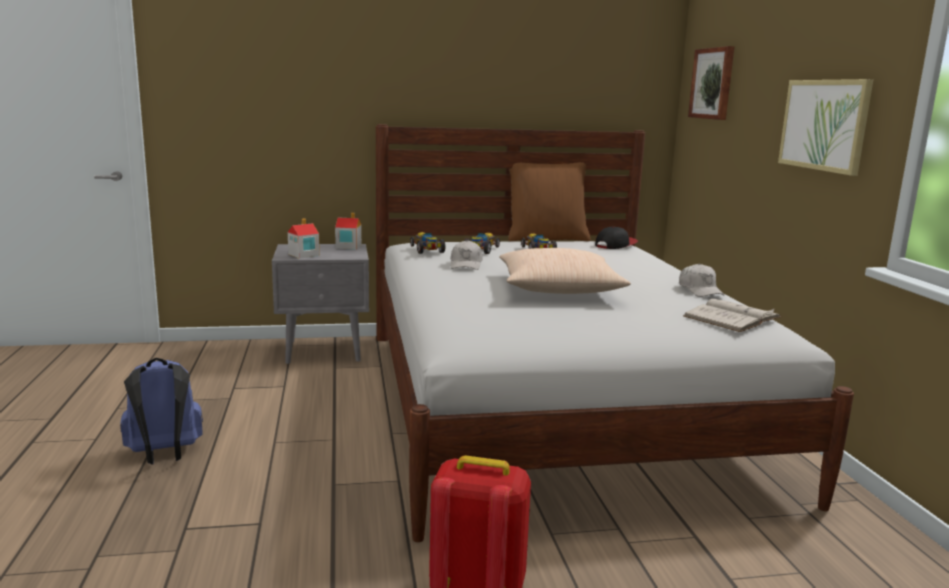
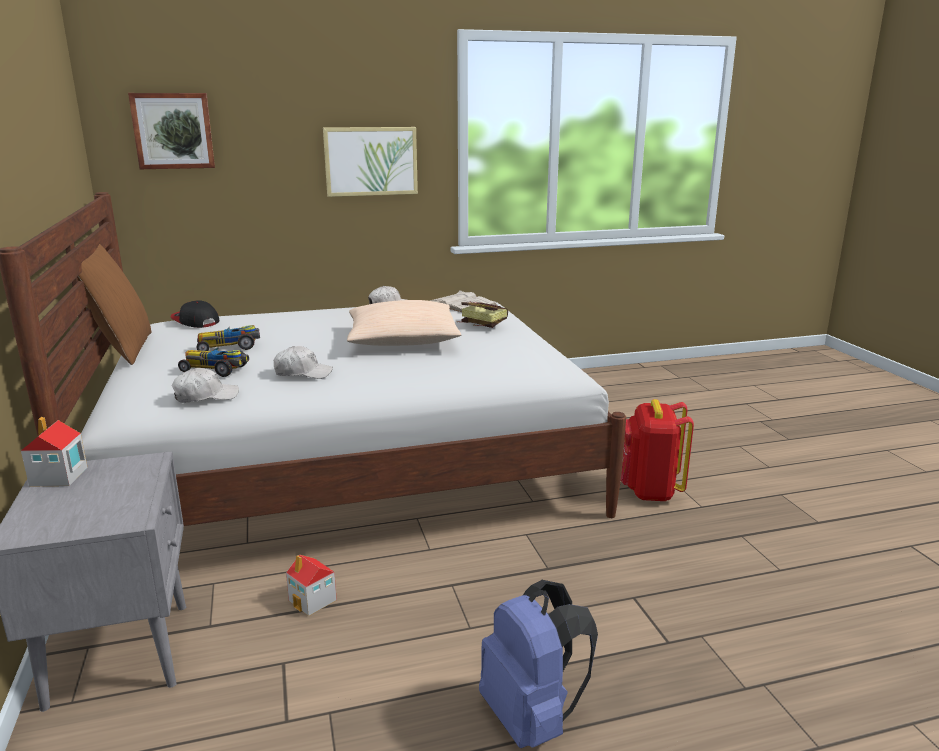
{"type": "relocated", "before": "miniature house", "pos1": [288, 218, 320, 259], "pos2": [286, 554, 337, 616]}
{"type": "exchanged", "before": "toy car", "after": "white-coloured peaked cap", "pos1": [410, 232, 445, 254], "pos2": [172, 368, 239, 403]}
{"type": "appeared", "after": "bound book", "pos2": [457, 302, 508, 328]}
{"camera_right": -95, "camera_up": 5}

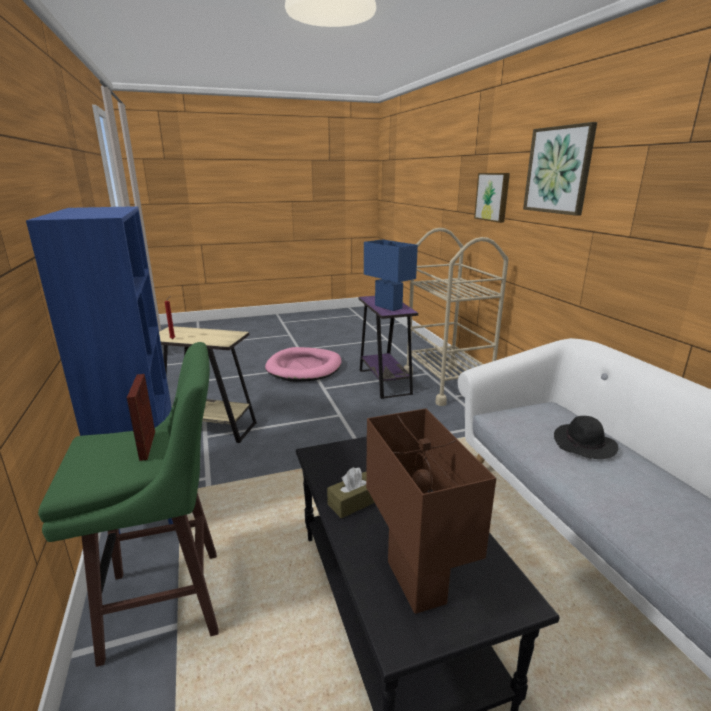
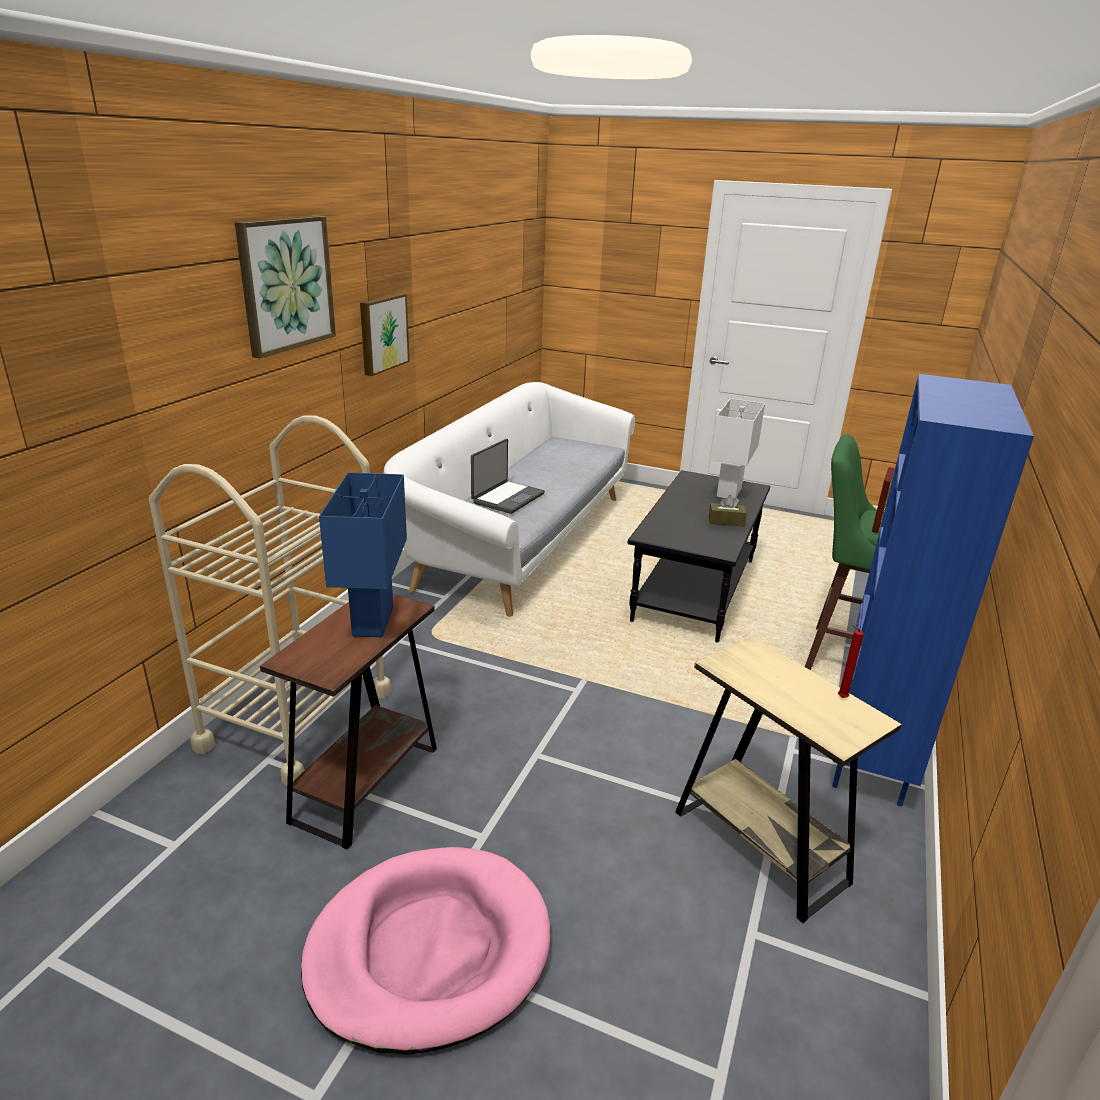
{"type": "relocated", "before": "picture", "pos1": [474, 173, 510, 223], "pos2": [360, 293, 410, 376]}
{"type": "colour", "before": "purple-coloured accent table", "after": "brown accent table", "pos1": [359, 296, 418, 399], "pos2": [260, 594, 437, 850]}
{"type": "colour", "before": "brown tabletop lamp", "after": "white-coloured tabletop lamp", "pos1": [366, 408, 496, 614], "pos2": [711, 398, 765, 499]}
{"type": "exchanged", "before": "black-coloured wearable hat", "after": "laptop", "pos1": [554, 416, 618, 459], "pos2": [471, 439, 545, 514]}
{"camera_right": -140, "camera_up": 5}

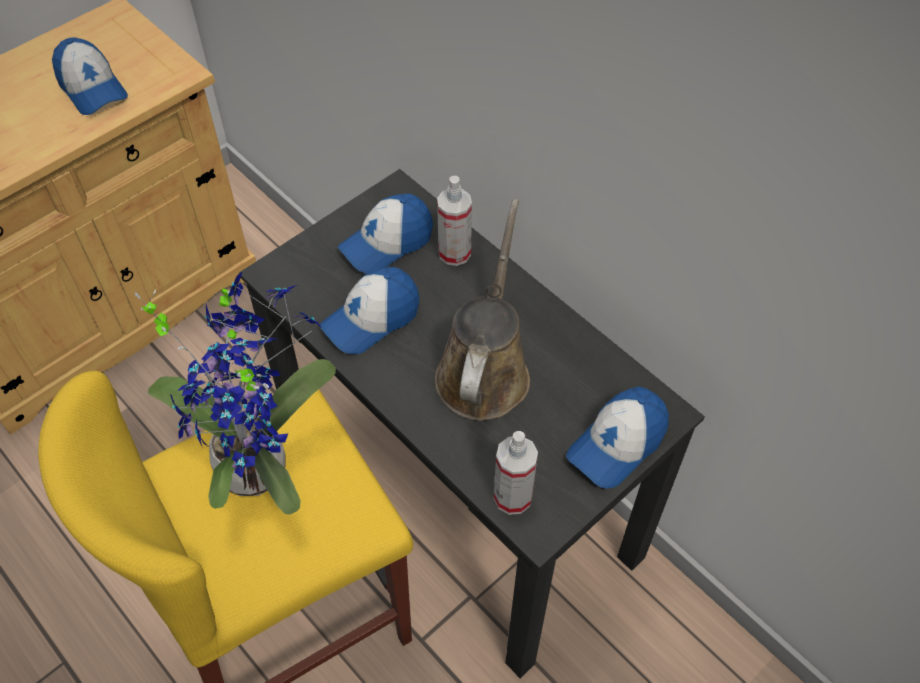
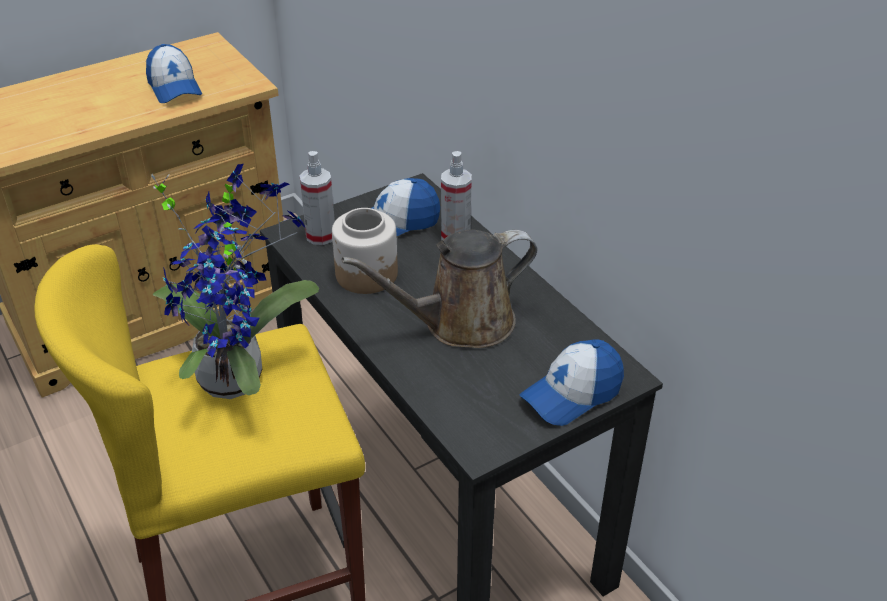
{"type": "spun", "before": "brown watering pot", "pos1": [435, 199, 530, 420], "pos2": [342, 229, 537, 348], "turn": -135}
{"type": "exchanged", "before": "peaked cap", "after": "preserve jar", "pos1": [320, 267, 419, 354], "pos2": [332, 208, 398, 294]}
{"type": "relocated", "before": "hand sprayer", "pos1": [494, 431, 538, 515], "pos2": [300, 151, 335, 245]}
{"camera_right": 10, "camera_up": -15}

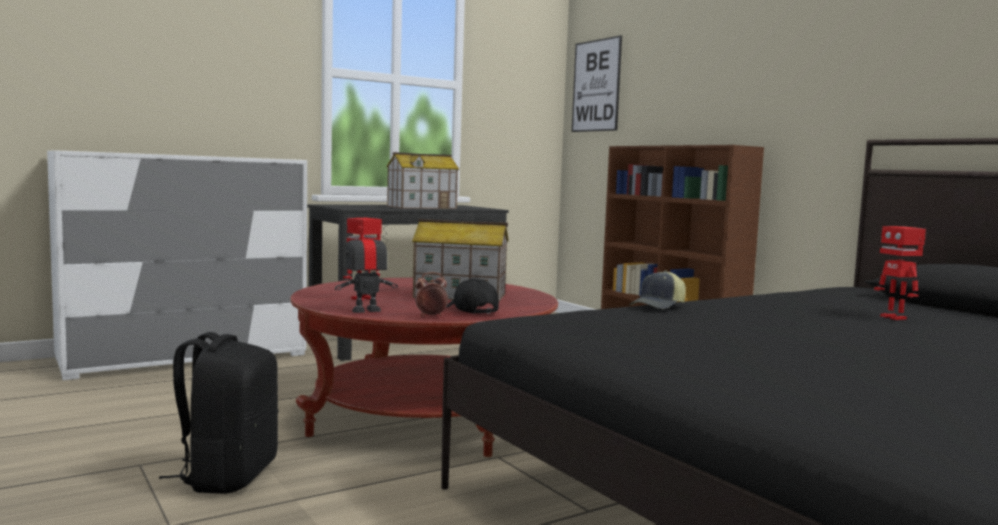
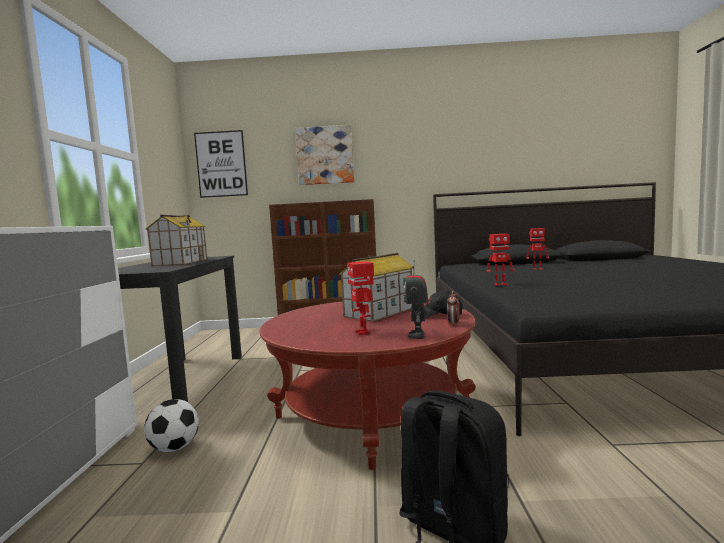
{"type": "exchanged", "before": "peaked cap", "after": "model robot", "pos1": [629, 270, 686, 309], "pos2": [487, 234, 514, 286]}
{"type": "appeared", "after": "picture", "pos2": [295, 125, 354, 185]}
{"type": "appeared", "after": "football", "pos2": [144, 399, 199, 452]}
{"camera_right": -55, "camera_up": 0}

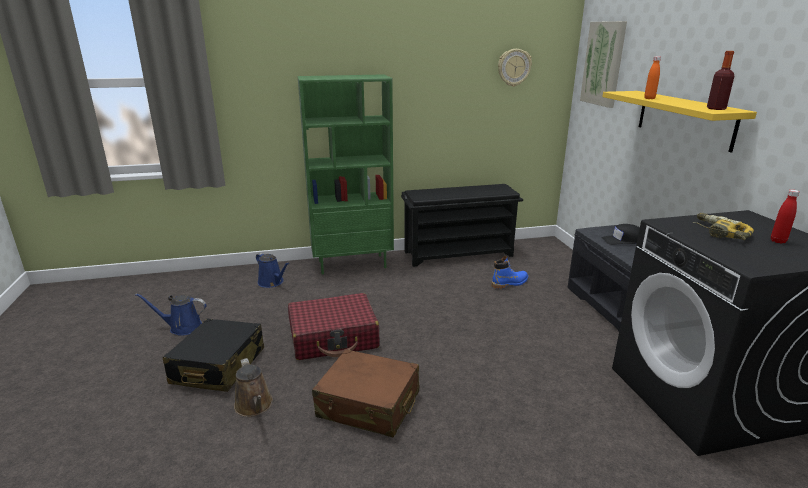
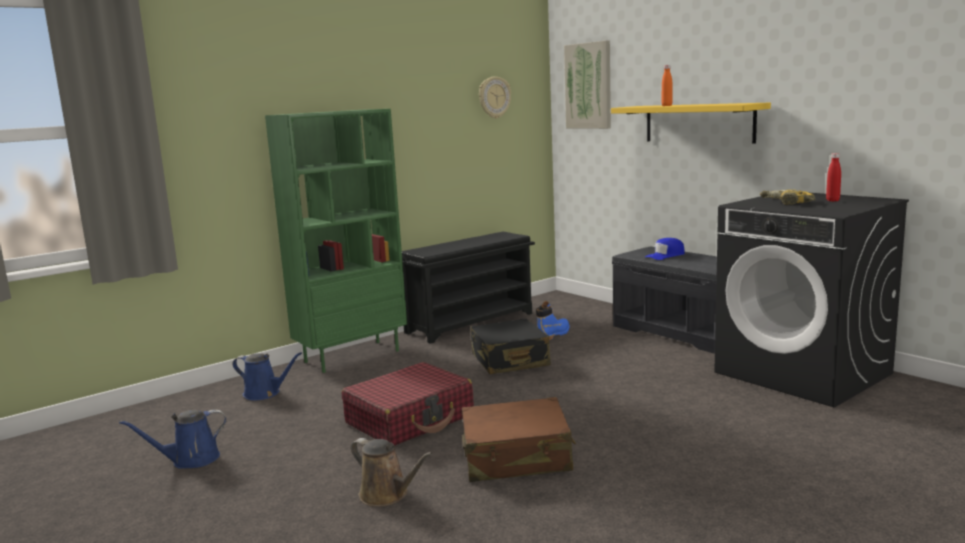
{"type": "missing", "before": "beverage bottle", "pos1": [707, 51, 734, 110]}
{"type": "colour", "before": "black-coloured peaked cap", "after": "blue peaked cap", "pos1": [602, 224, 640, 245], "pos2": [645, 238, 685, 260]}
{"type": "relocated", "before": "black-coloured travel case", "pos1": [162, 319, 264, 392], "pos2": [470, 318, 551, 374]}
{"camera_right": -25, "camera_up": -10}

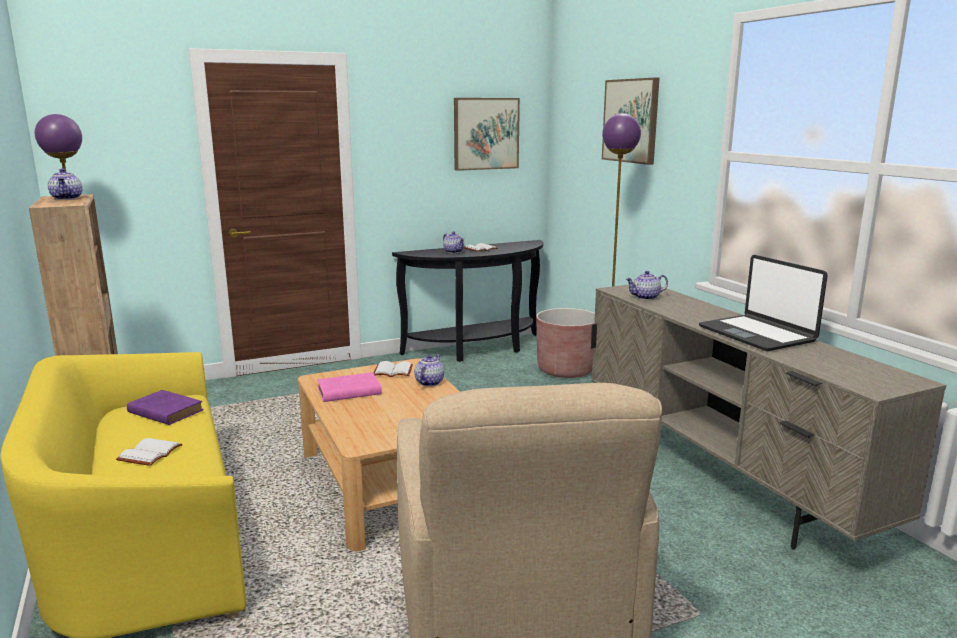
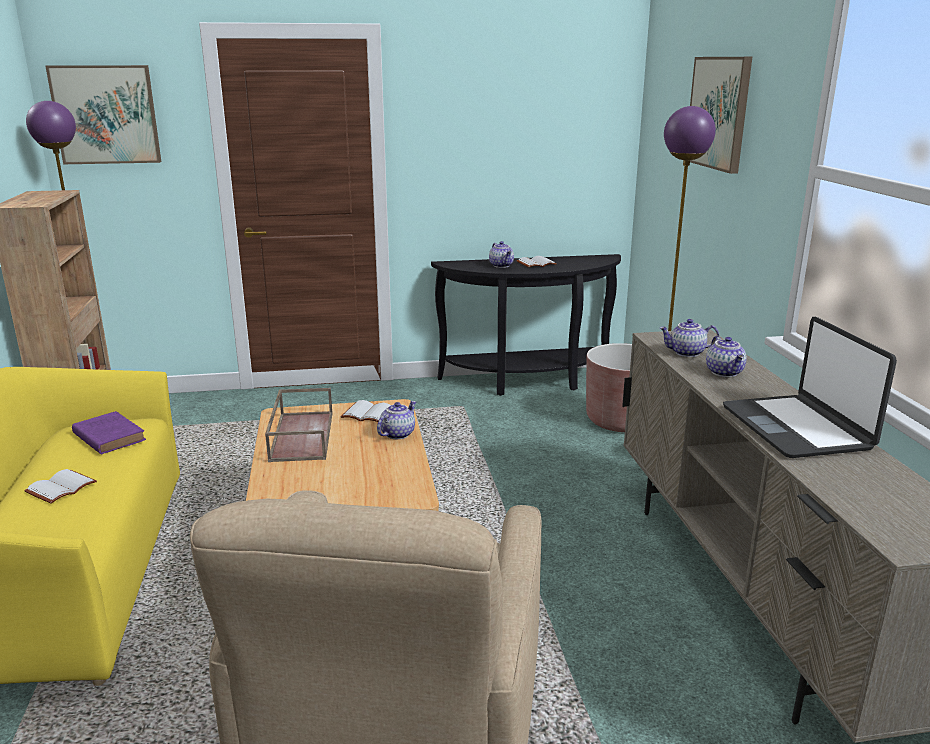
{"type": "relocated", "before": "picture", "pos1": [454, 98, 520, 171], "pos2": [45, 65, 161, 164]}
{"type": "relocated", "before": "tea pot", "pos1": [48, 169, 82, 200], "pos2": [706, 336, 747, 377]}
{"type": "exchanged", "before": "pinkish bound book", "after": "brown carrying tray", "pos1": [317, 372, 382, 402], "pos2": [265, 388, 333, 462]}
{"camera_right": 15, "camera_up": 5}

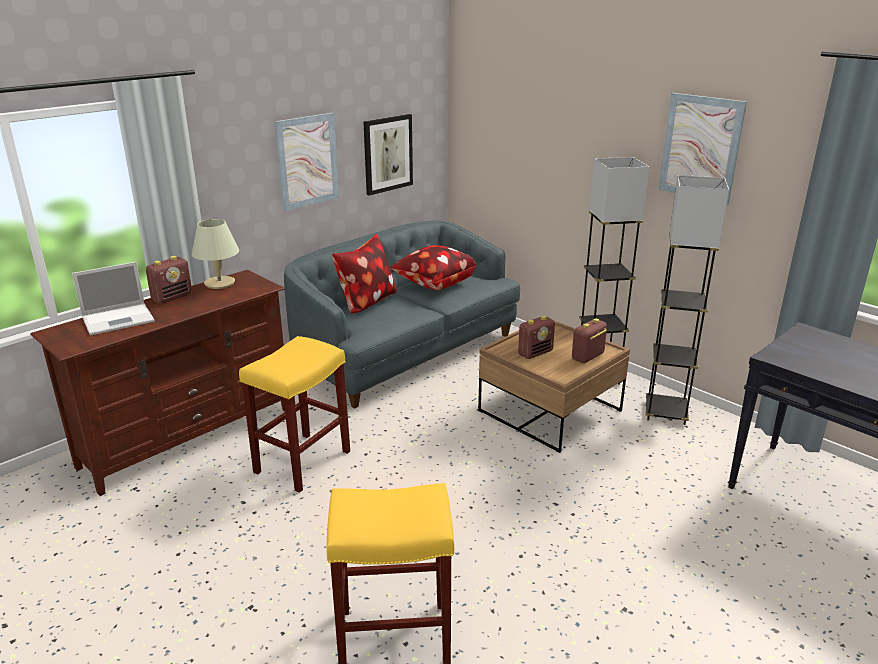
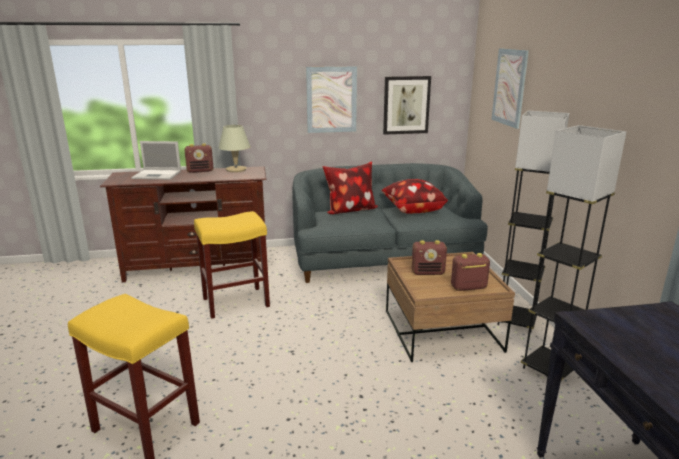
{"type": "relocated", "before": "picture", "pos1": [658, 93, 747, 205], "pos2": [491, 48, 529, 129]}
{"camera_right": 35, "camera_up": -5}

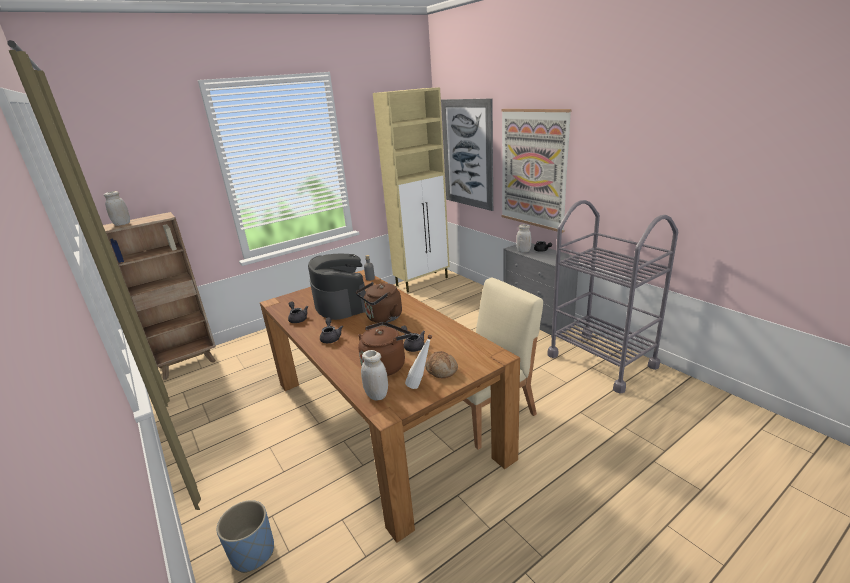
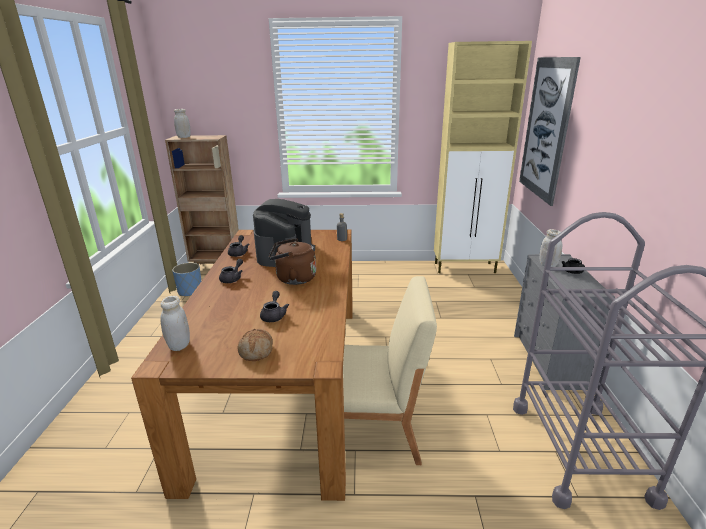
{"type": "missing", "before": "picture", "pos1": [501, 109, 572, 233]}
{"type": "missing", "before": "brown kettle", "pos1": [358, 322, 411, 376]}
{"type": "missing", "before": "white-coloured beverage bottle", "pos1": [405, 335, 432, 389]}
{"type": "relocated", "before": "blue plant pot", "pos1": [217, 500, 274, 573], "pos2": [172, 263, 201, 296]}
{"camera_right": 35, "camera_up": 0}

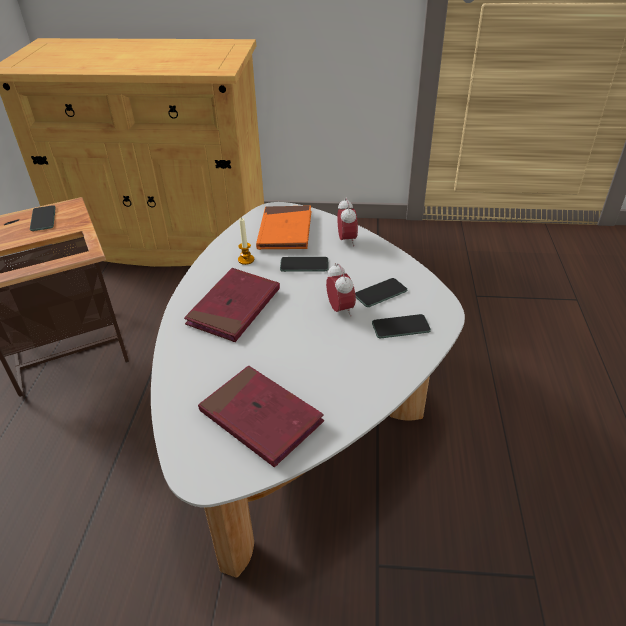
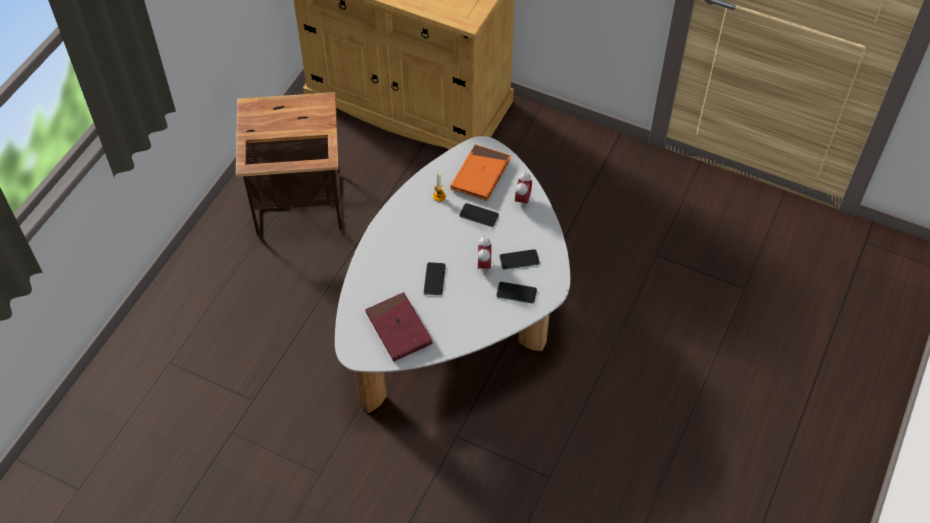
{"type": "relocated", "before": "telephone", "pos1": [30, 205, 56, 231], "pos2": [424, 262, 446, 295]}
{"type": "missing", "before": "reddish bound book", "pos1": [184, 268, 280, 342]}
{"camera_right": 20, "camera_up": 15}

